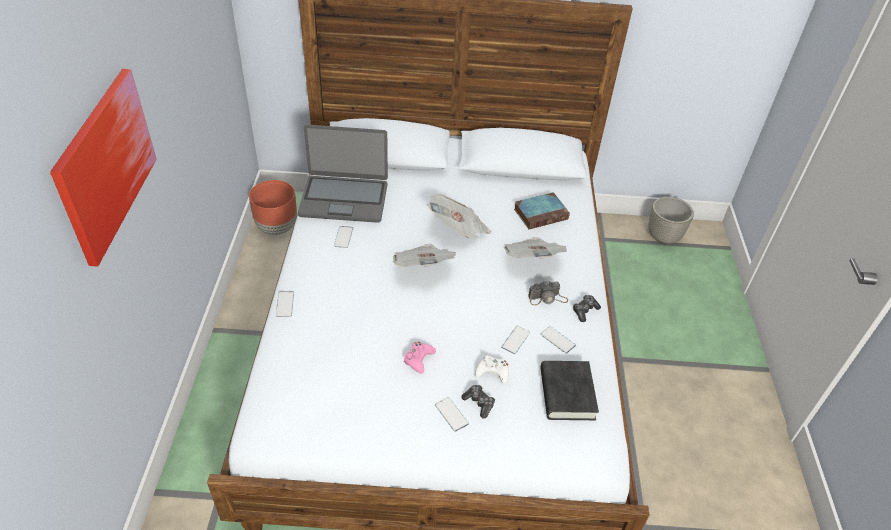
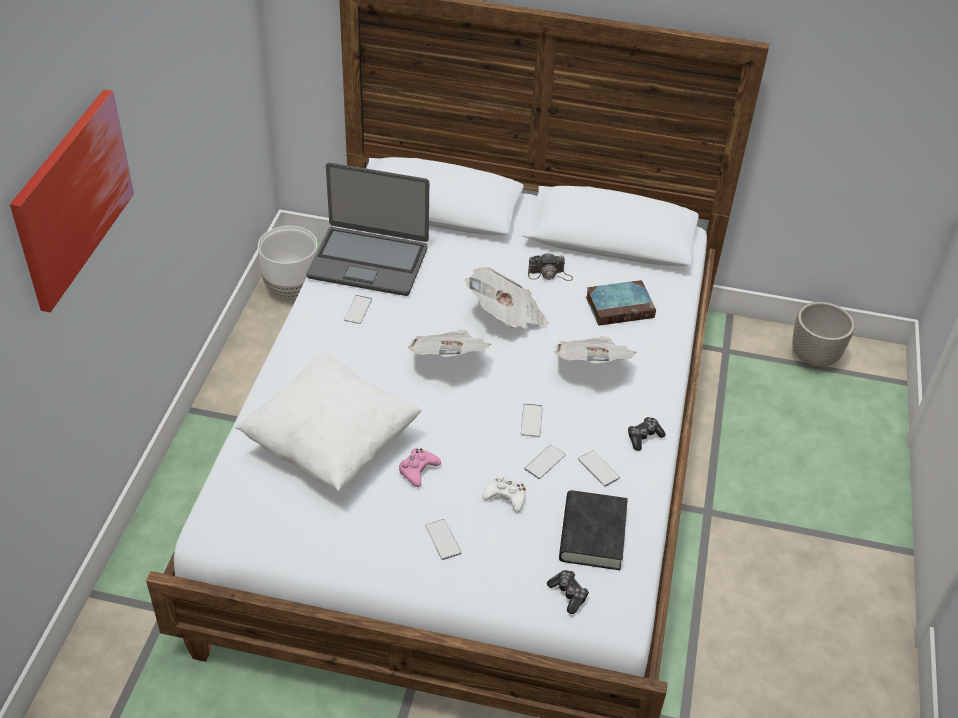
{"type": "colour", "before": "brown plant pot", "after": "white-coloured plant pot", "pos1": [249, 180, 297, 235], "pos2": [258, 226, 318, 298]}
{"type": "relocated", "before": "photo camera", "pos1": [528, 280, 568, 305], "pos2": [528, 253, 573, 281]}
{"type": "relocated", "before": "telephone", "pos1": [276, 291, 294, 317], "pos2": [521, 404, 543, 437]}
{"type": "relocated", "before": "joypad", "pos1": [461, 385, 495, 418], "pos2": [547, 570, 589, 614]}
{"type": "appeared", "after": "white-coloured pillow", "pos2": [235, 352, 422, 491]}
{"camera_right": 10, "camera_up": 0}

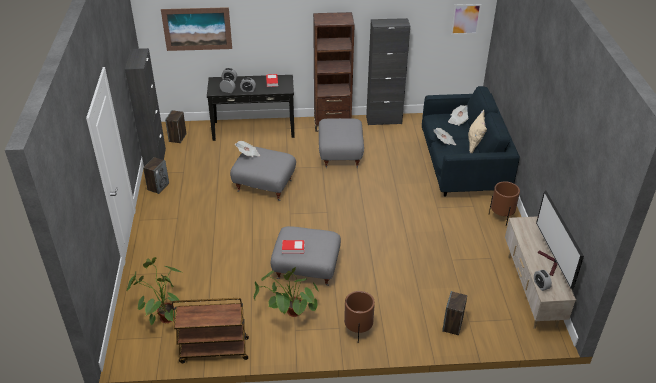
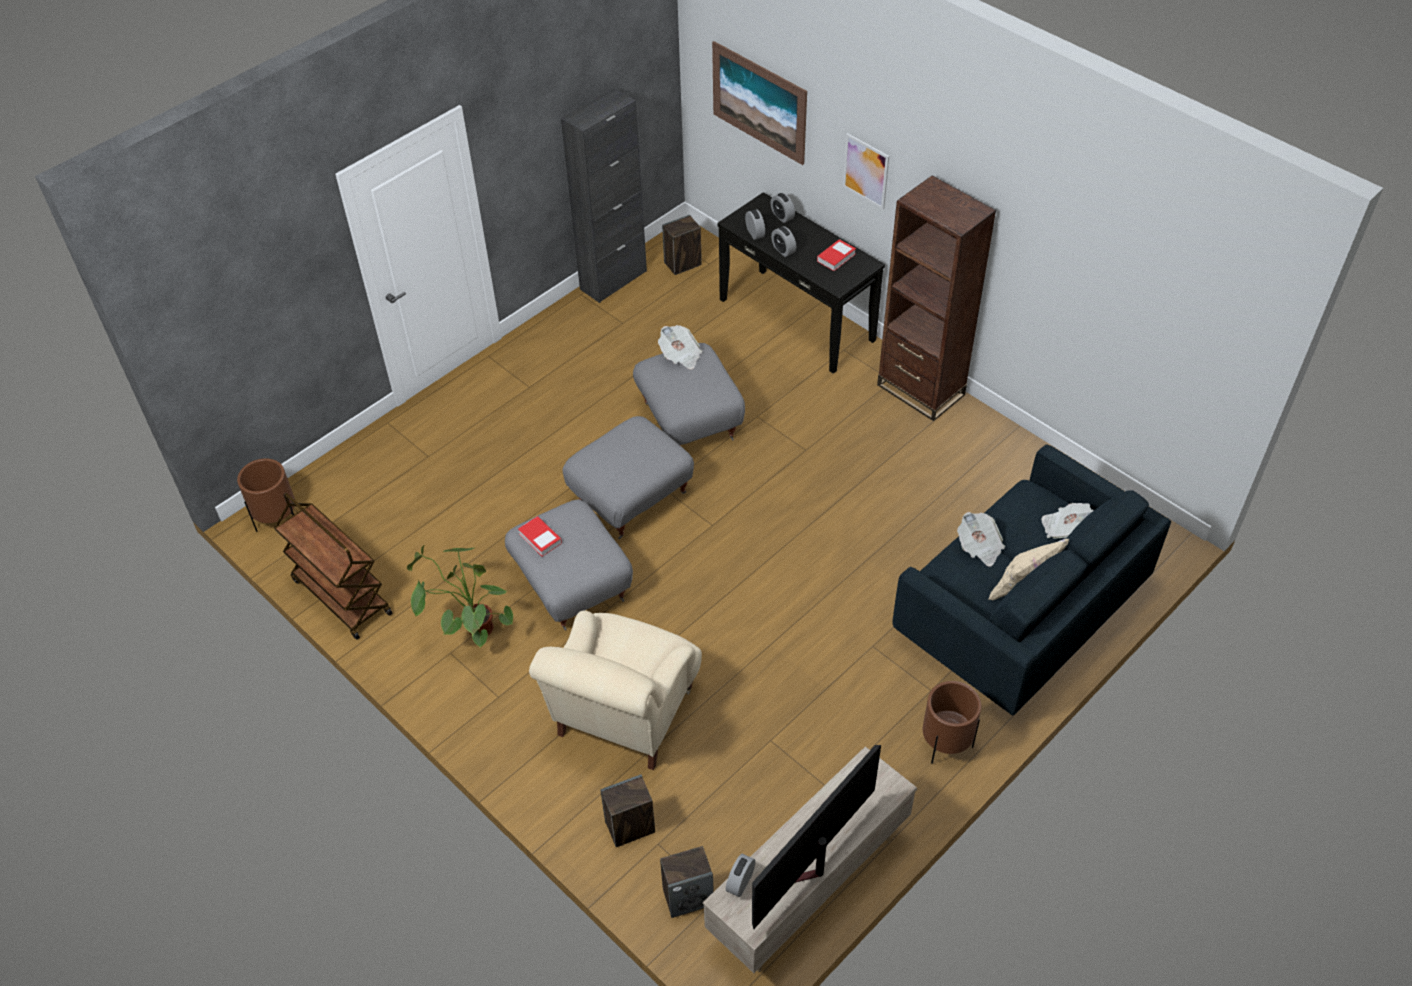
{"type": "relocated", "before": "picture", "pos1": [451, 4, 482, 35], "pos2": [843, 133, 889, 209]}
{"type": "missing", "before": "black-coloured storage cabinet", "pos1": [366, 18, 410, 126]}
{"type": "relocated", "before": "grey pouffe", "pos1": [319, 118, 364, 168], "pos2": [563, 416, 694, 539]}
{"type": "relocated", "before": "speaker", "pos1": [143, 157, 169, 194], "pos2": [660, 846, 714, 918]}
{"type": "missing", "before": "potted plant", "pos1": [126, 257, 184, 325]}
{"type": "relocated", "before": "brown plant pot", "pos1": [344, 291, 375, 343], "pos2": [237, 458, 295, 532]}
{"type": "appeared", "after": "beige lounge chair", "pos2": [529, 610, 702, 770]}
{"camera_right": 50, "camera_up": 10}

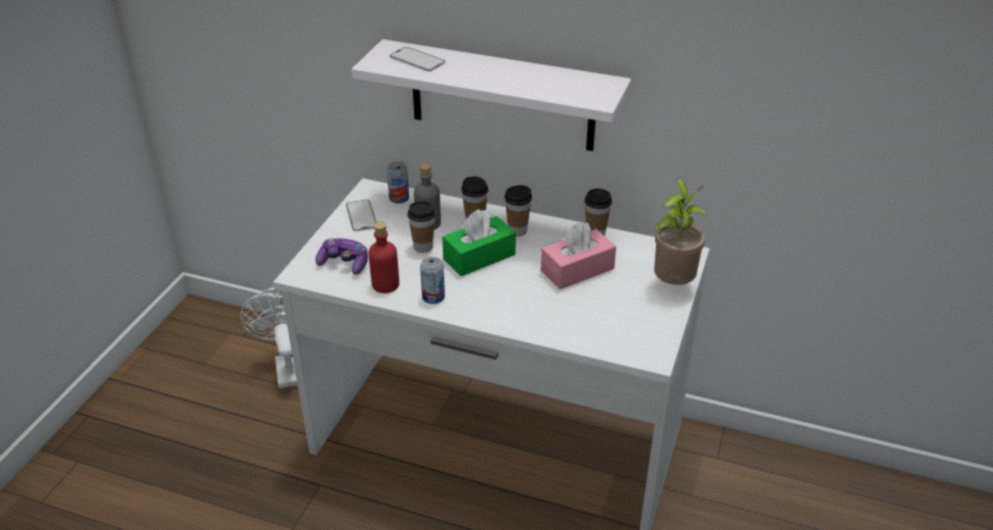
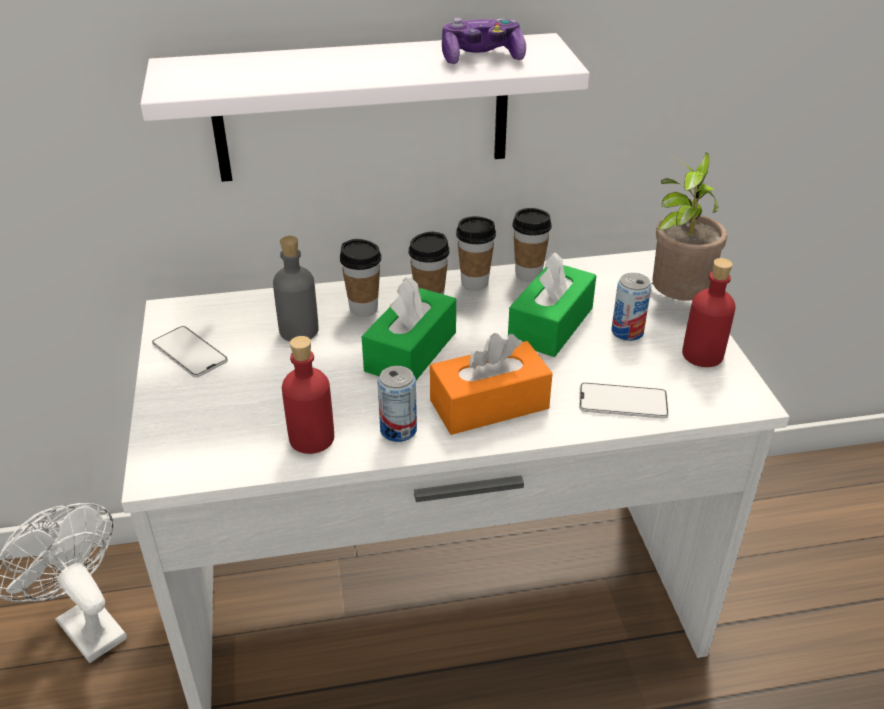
{"type": "relocated", "before": "telephone", "pos1": [390, 47, 445, 71], "pos2": [579, 383, 669, 419]}
{"type": "relocated", "before": "sealed can", "pos1": [387, 161, 409, 203], "pos2": [611, 273, 651, 341]}
{"type": "relocated", "before": "small cup", "pos1": [407, 201, 436, 253], "pos2": [456, 216, 496, 291]}
{"type": "colour", "before": "pinkish box of tissues", "after": "greenish box of tissues", "pos1": [541, 222, 616, 289], "pos2": [508, 252, 597, 357]}
{"type": "relocated", "before": "joypad", "pos1": [315, 238, 368, 275], "pos2": [442, 18, 526, 64]}
{"type": "appeared", "after": "reddish beverage bottle", "pos2": [682, 258, 736, 367]}
{"type": "appeared", "after": "orangey box of tissues", "pos2": [430, 333, 553, 435]}
{"camera_right": -30, "camera_up": 0}

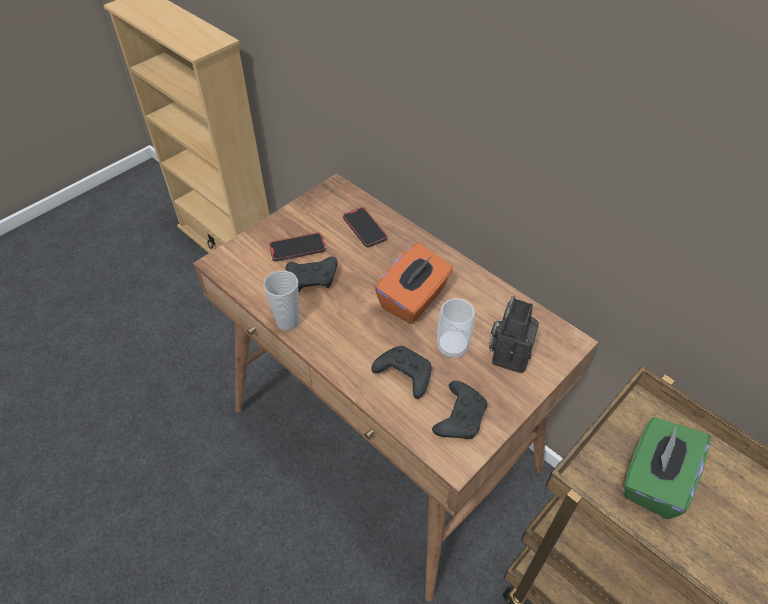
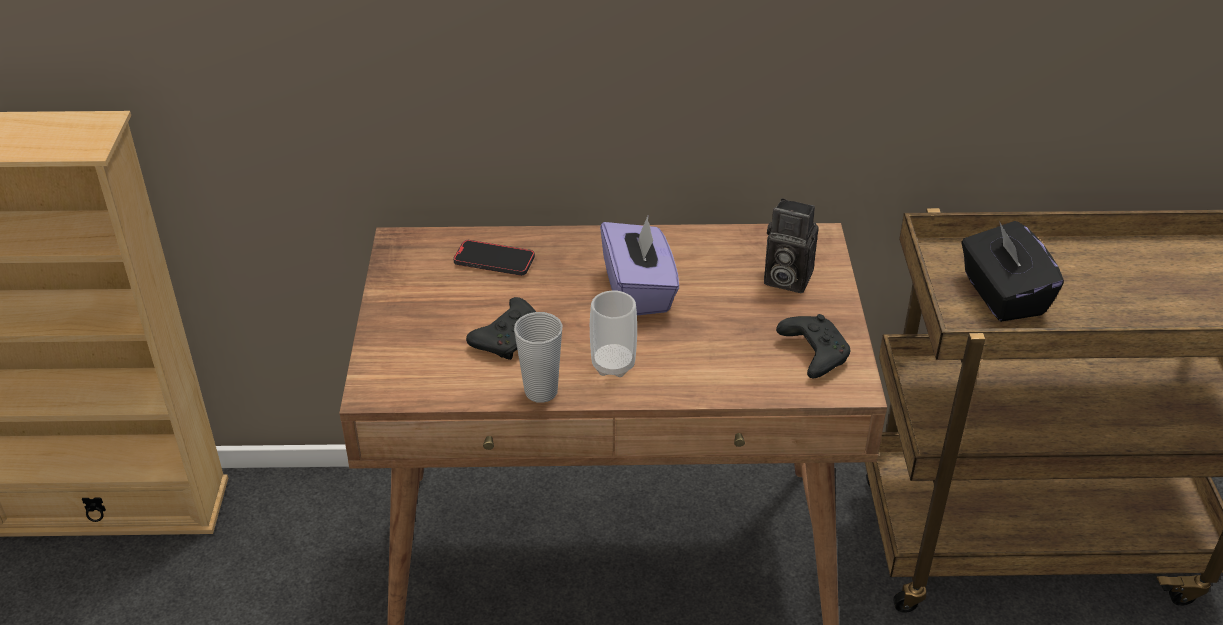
{"type": "missing", "before": "telephone", "pos1": [269, 233, 326, 262]}
{"type": "colour", "before": "orangey box of tissues", "after": "purple-coloured box of tissues", "pos1": [375, 243, 453, 324], "pos2": [600, 216, 679, 316]}
{"type": "spun", "before": "photo camera", "pos1": [489, 296, 539, 373], "pos2": [764, 198, 819, 293], "turn": -45}
{"type": "relocated", "before": "small cup", "pos1": [437, 298, 475, 358], "pos2": [590, 290, 637, 377]}
{"type": "missing", "before": "black-coloured joypad", "pos1": [371, 346, 432, 399]}
{"type": "colour", "before": "greenish box of tissues", "after": "black-coloured box of tissues", "pos1": [624, 417, 711, 519], "pos2": [961, 221, 1064, 322]}
{"camera_right": -45, "camera_up": -10}

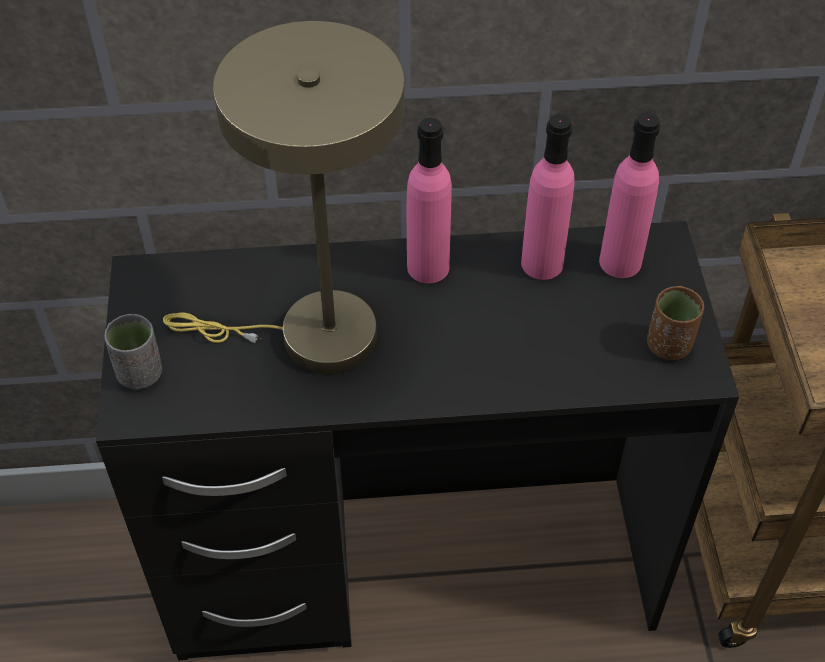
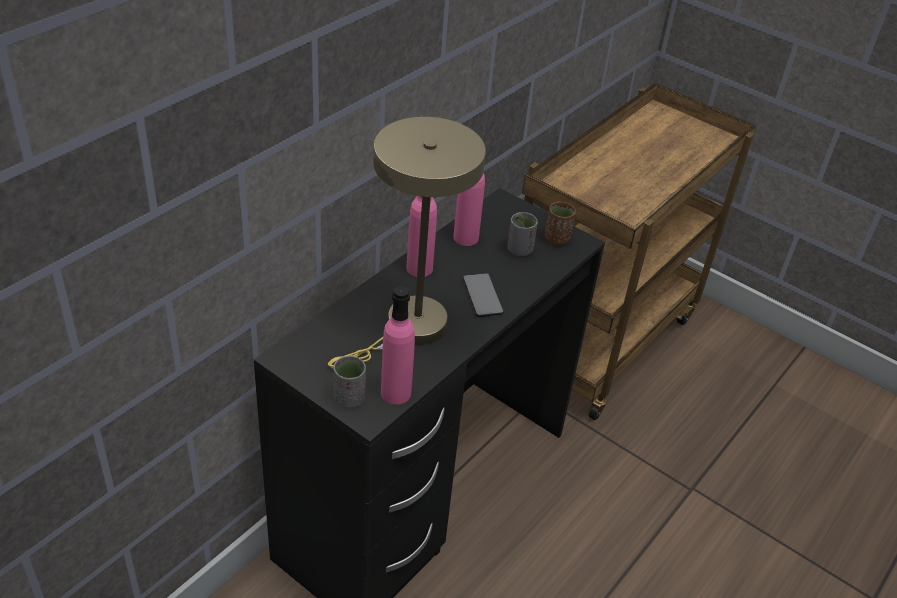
{"type": "relocated", "before": "pinkish beverage bottle", "pos1": [599, 113, 660, 278], "pos2": [381, 286, 415, 405]}
{"type": "appeared", "after": "grey small cup", "pos2": [508, 212, 538, 256]}
{"type": "appeared", "after": "telephone", "pos2": [463, 273, 504, 317]}
{"camera_right": -50, "camera_up": -10}

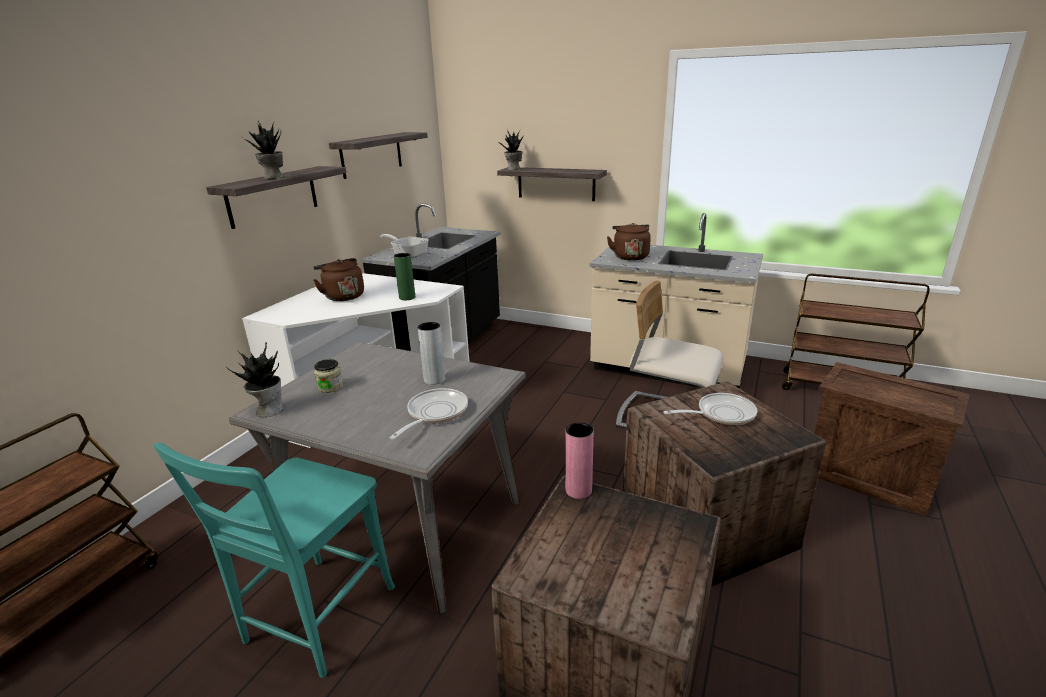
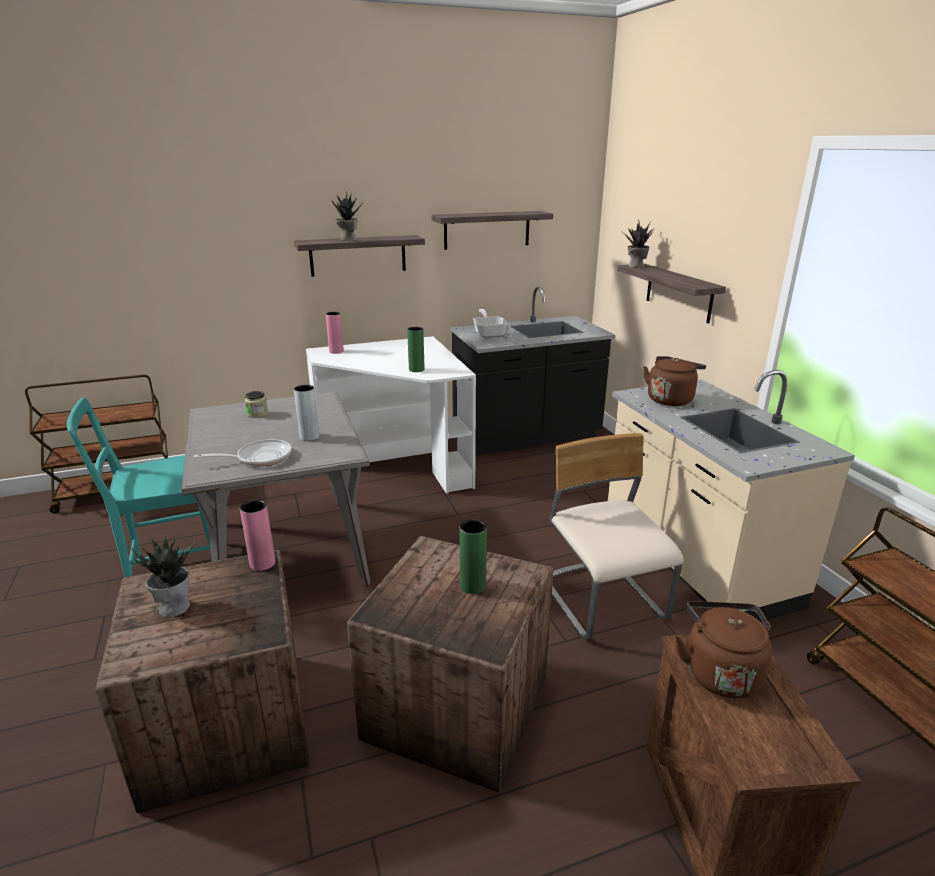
{"type": "relocated", "before": "brown kettle", "pos1": [314, 258, 364, 301], "pos2": [675, 601, 772, 698]}
{"type": "relocated", "before": "potted plant", "pos1": [227, 342, 283, 417], "pos2": [131, 534, 195, 618]}
{"type": "exchanged", "before": "pan", "after": "greenish flower vase", "pos1": [664, 393, 757, 425], "pos2": [460, 519, 487, 594]}
{"type": "appeared", "after": "pinkish flower vase", "pos2": [326, 312, 344, 354]}
{"camera_right": 45, "camera_up": 0}

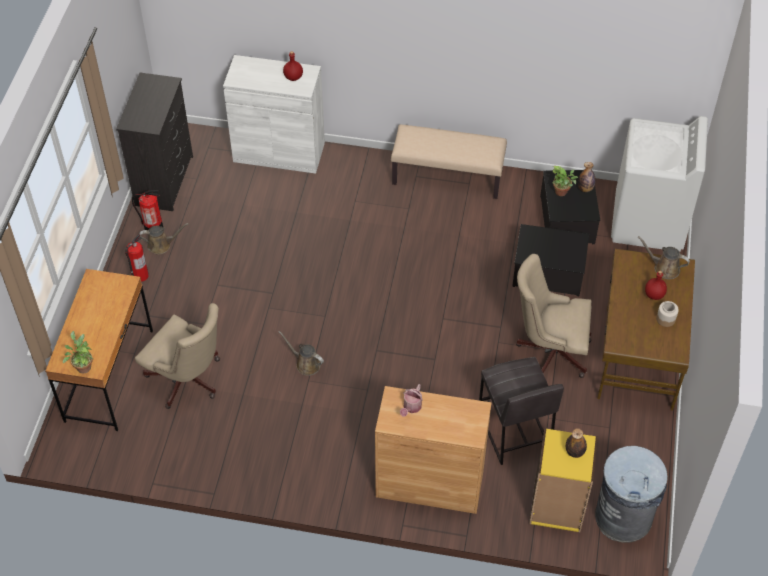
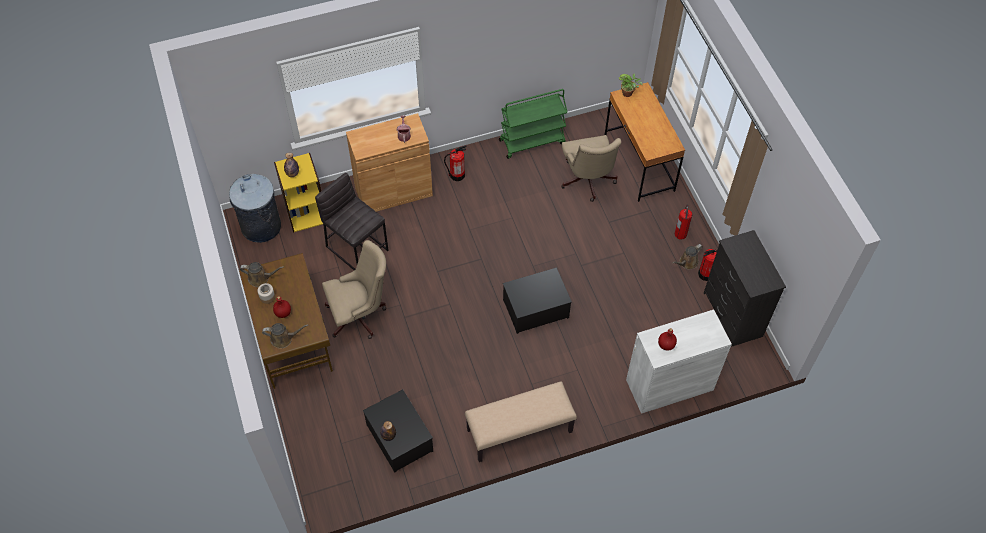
{"type": "missing", "before": "white-coloured washing machine", "pos1": [611, 116, 708, 252]}
{"type": "missing", "before": "potted plant", "pos1": [553, 166, 578, 196]}
{"type": "relocated", "before": "storage container", "pos1": [512, 224, 589, 296], "pos2": [503, 268, 572, 334]}
{"type": "spun", "before": "beige office chair", "pos1": [135, 303, 220, 409], "pos2": [561, 135, 621, 202], "turn": -105}
{"type": "relocated", "before": "brown watering pot", "pos1": [279, 331, 324, 376], "pos2": [240, 262, 284, 287]}
{"type": "appeared", "after": "greenish trolley", "pos2": [499, 89, 567, 159]}
{"type": "appeared", "after": "fire extinguisher", "pos2": [444, 145, 467, 181]}
{"camera_right": 150, "camera_up": 5}

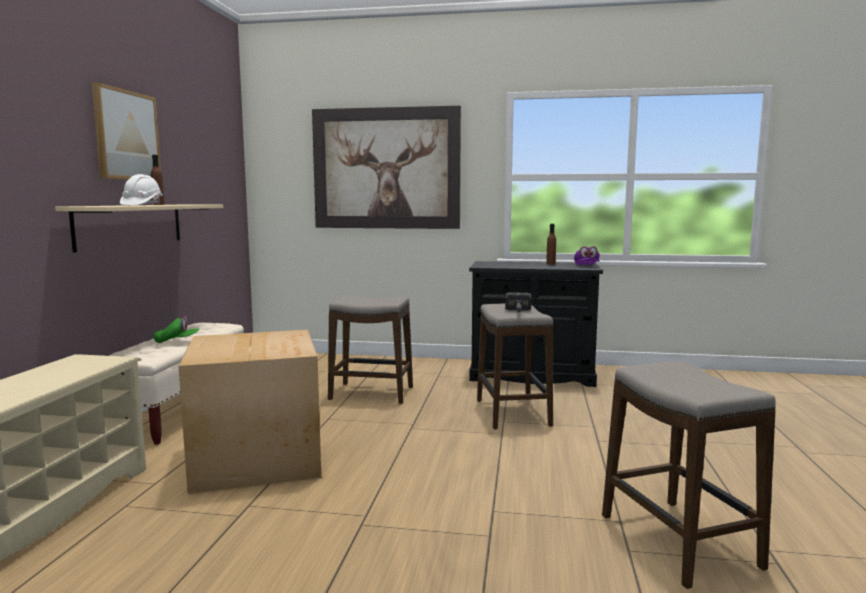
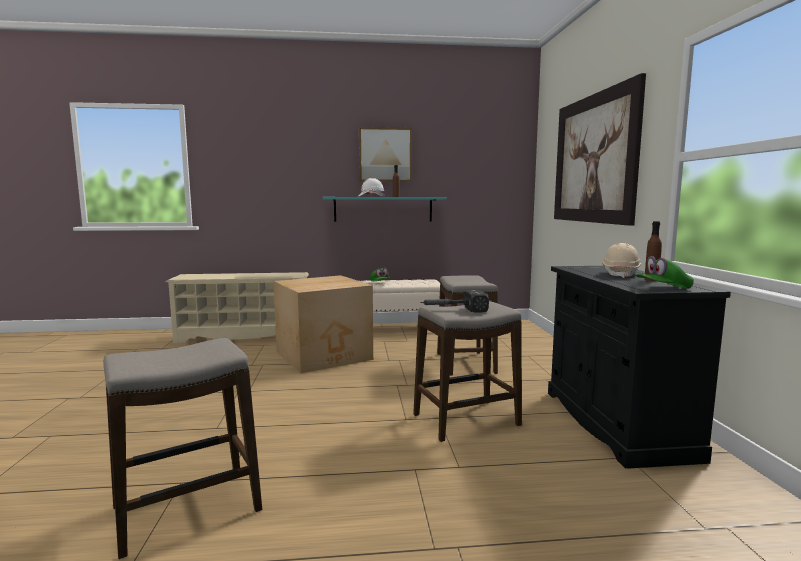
{"type": "colour", "before": "beige wall shelf", "after": "blue-green wall shelf", "pos1": [55, 205, 223, 253], "pos2": [323, 197, 446, 222]}
{"type": "colour", "before": "purple-coloured peaked cap", "after": "greenish peaked cap", "pos1": [574, 246, 600, 265], "pos2": [636, 256, 694, 289]}
{"type": "appeared", "after": "beige hard hat", "pos2": [602, 243, 641, 278]}
{"camera_right": 75, "camera_up": 0}

